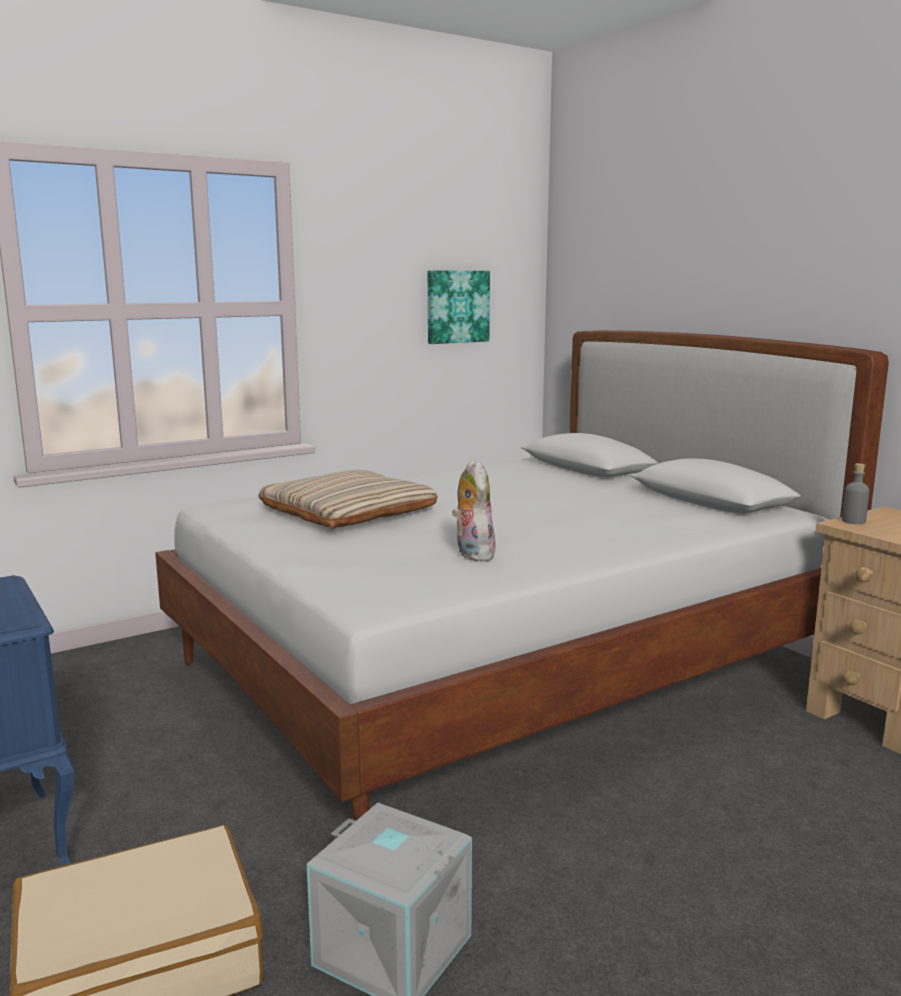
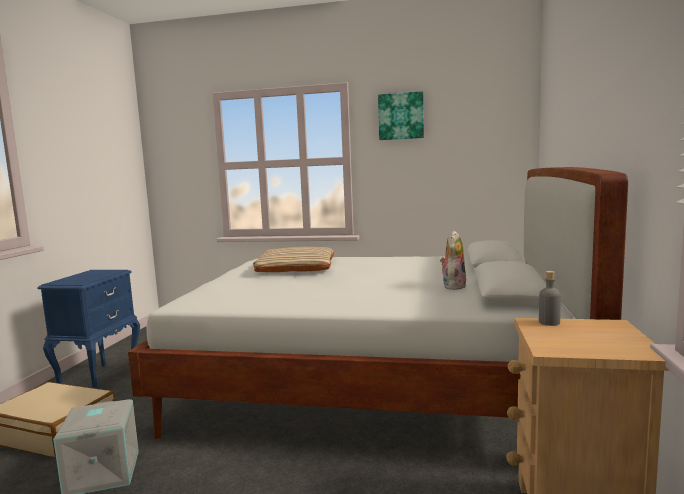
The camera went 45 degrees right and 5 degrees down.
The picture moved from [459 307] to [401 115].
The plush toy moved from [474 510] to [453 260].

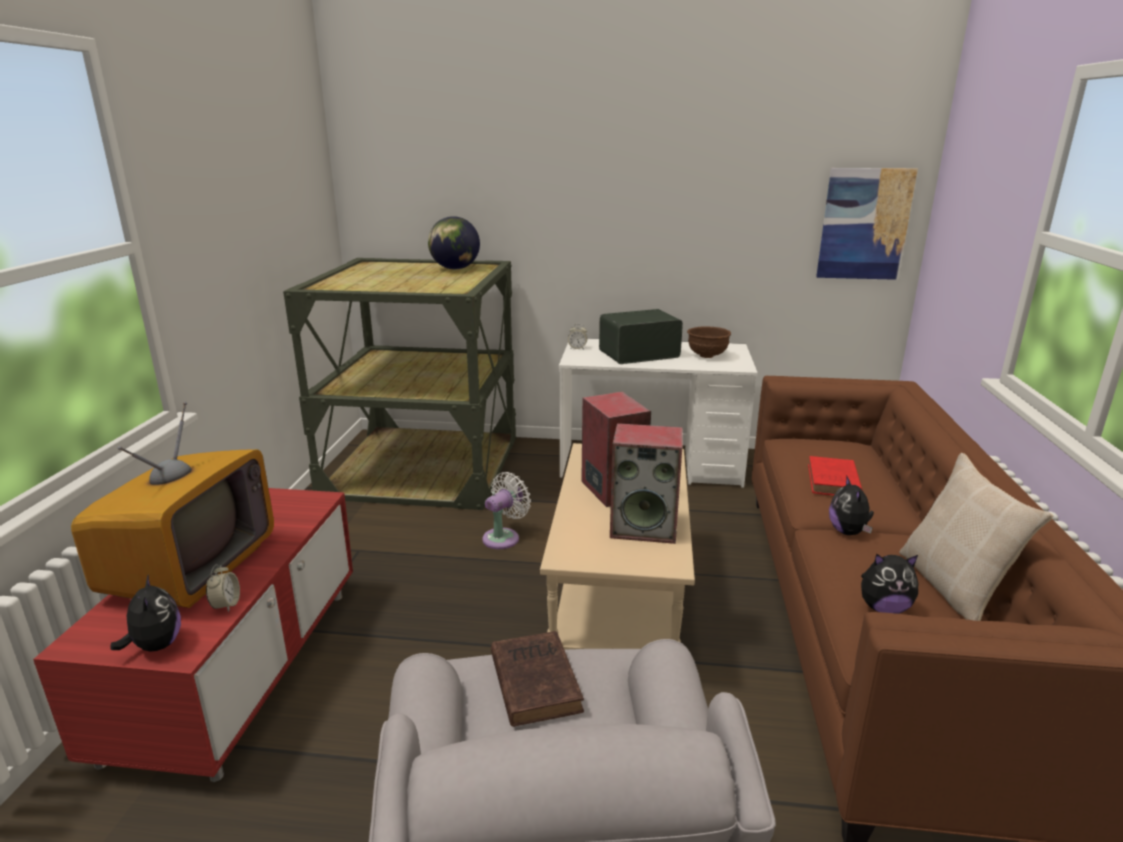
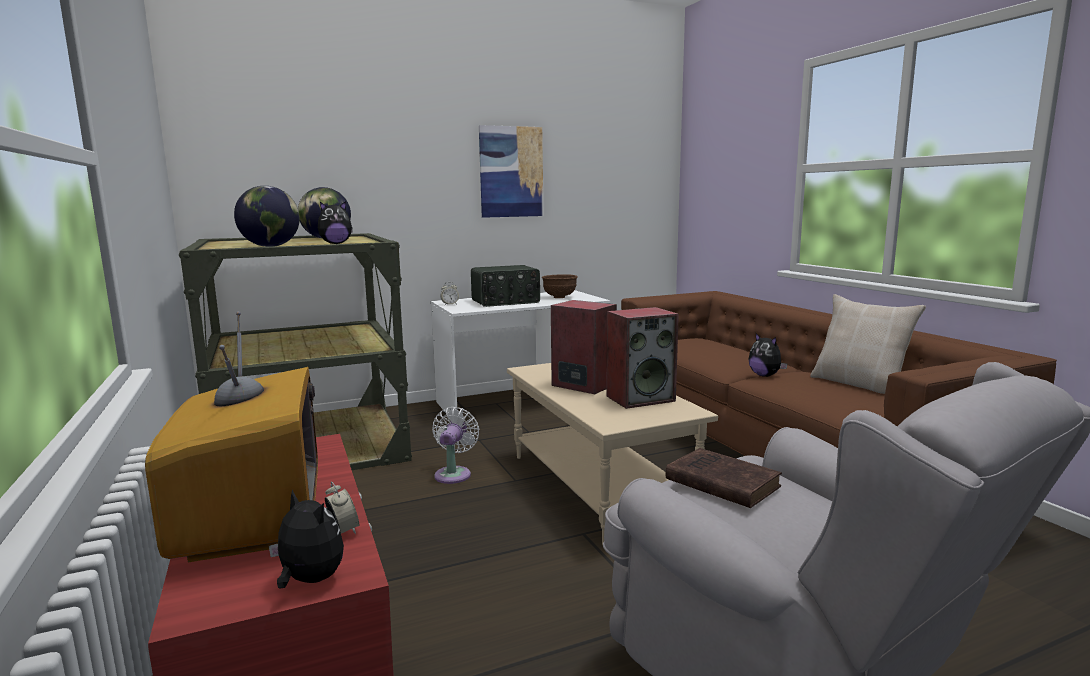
The camera went 30 degrees left and 10 degrees down.
The radio at [641 336] turned 150 degrees counterclockwise.
The red book at [835 476] disappeared.
The picture moved from [867 224] to [511 171].
The plush toy moved from [889 584] to [335 222].
The globe at [267 216] appeared.

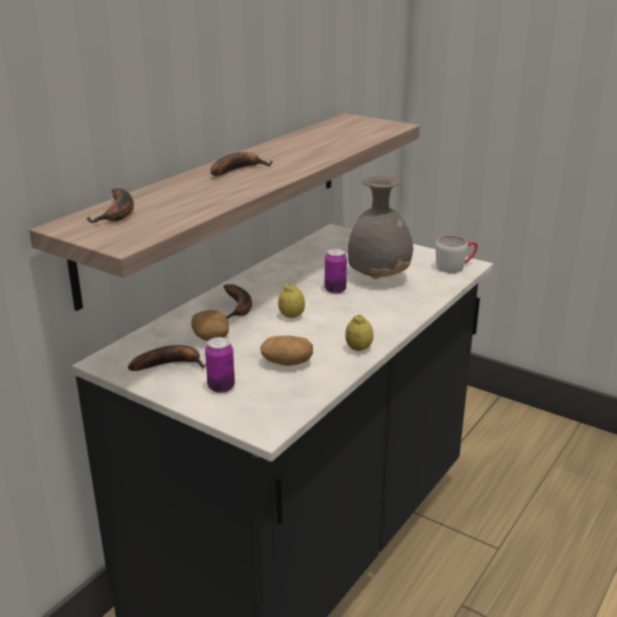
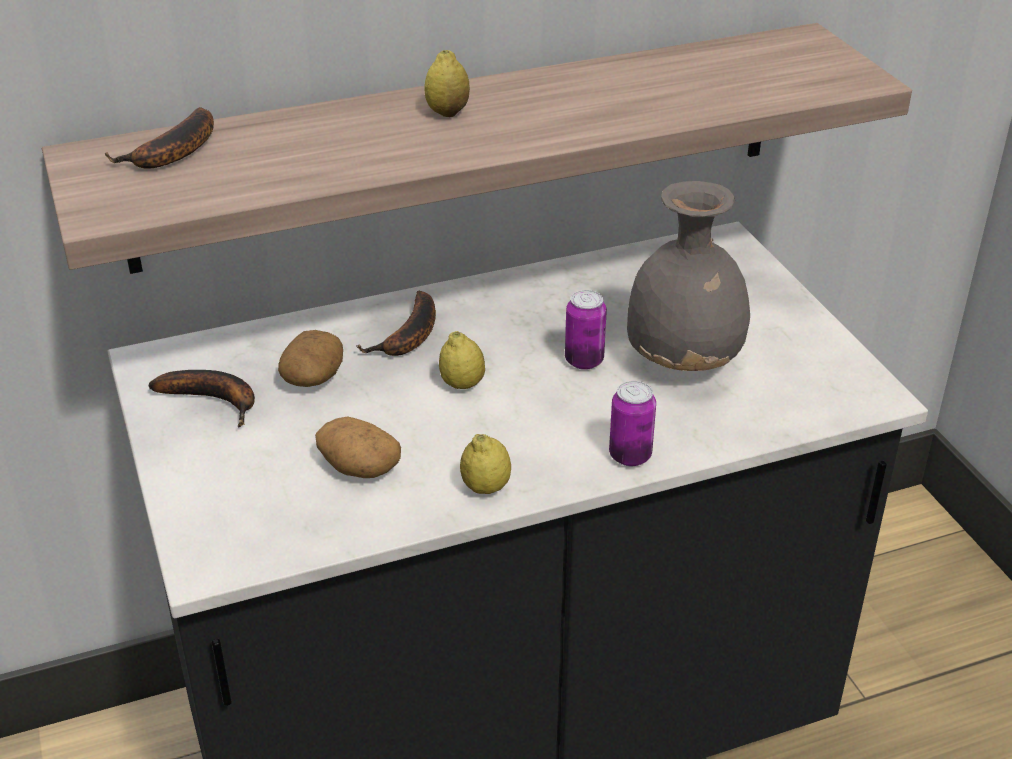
The camera went 35 degrees right and 10 degrees up.
The can moved from [220 365] to [632 423].
The banana at [241 164] was replaced by the lemon at [447 83].
The grey mug at [457 254] disappeared.

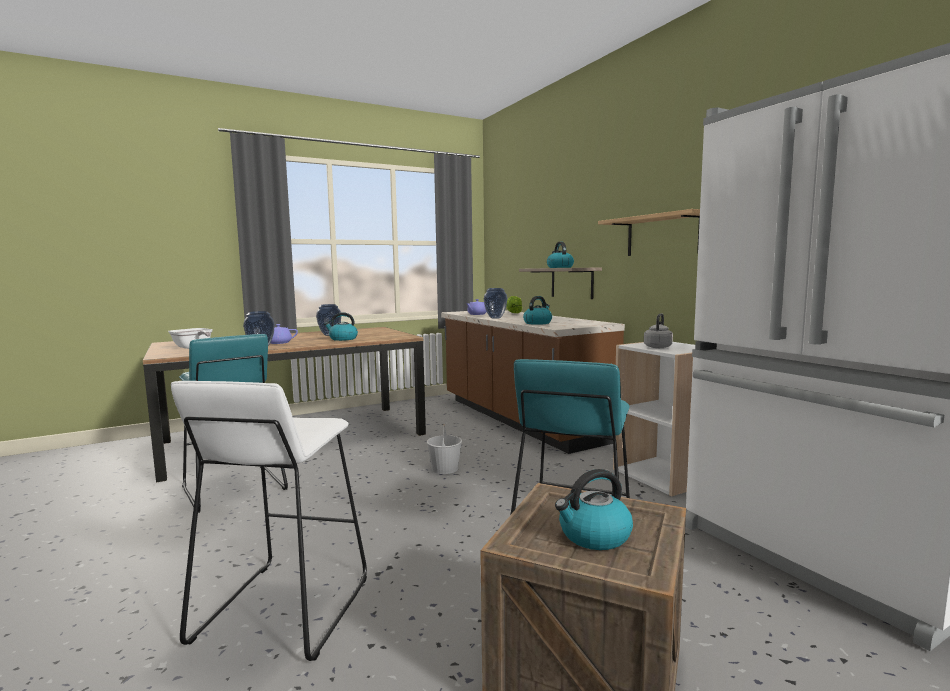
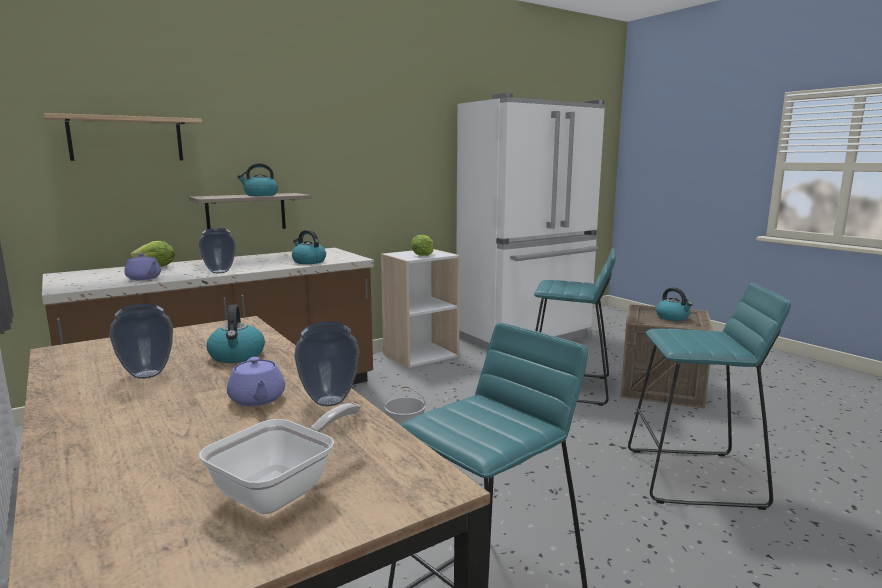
The camera went 95 degrees left and 5 degrees up.
The white stool at [269 521] became the turquoise stool at [709 396].
The shelf moved from [649 232] to [123 137].
The grey kettle at [658 330] was replaced by the lettuce at [422 245].

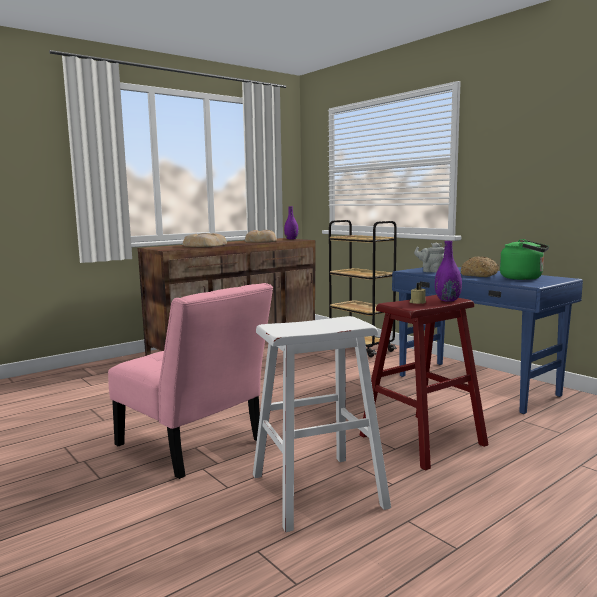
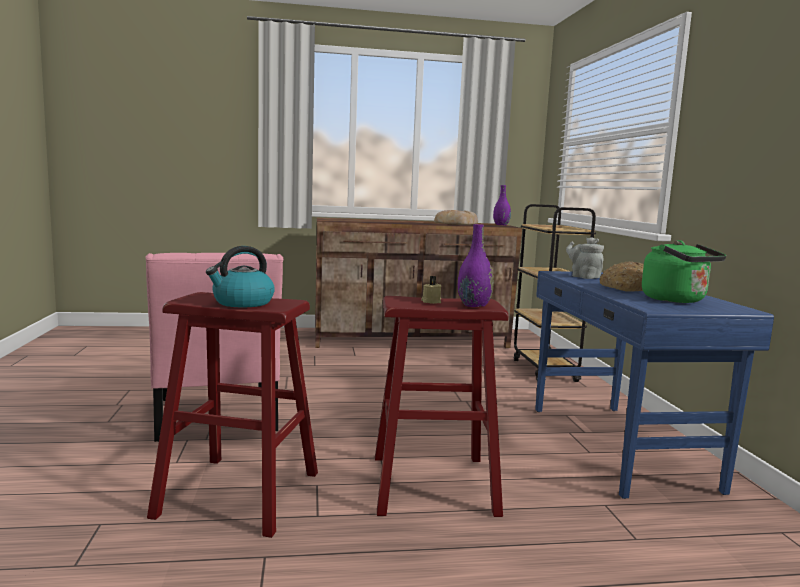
The camera went 30 degrees right and 0 degrees up.
The bread at [205 240] disappeared.
The white stool at [322 424] became the red stool at [232 415].
The kettle at [240 276] appeared.

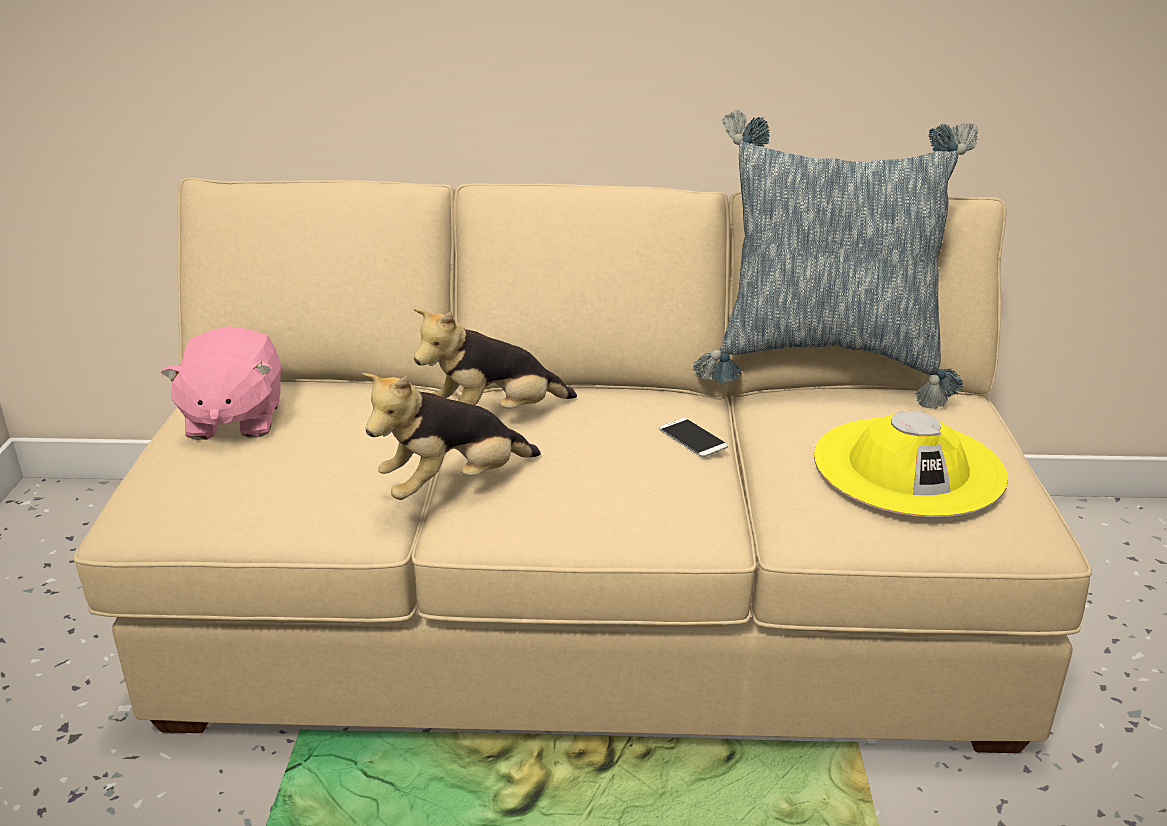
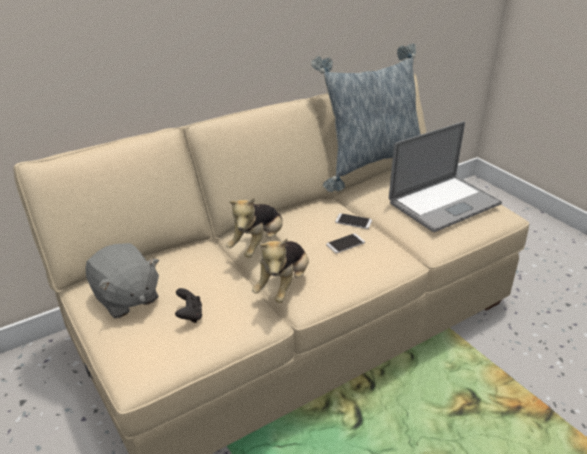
The camera went 35 degrees left and 5 degrees up.
The pink plush toy at [220 383] became the grey plush toy at [122 281].
The yellow hat at [911 464] was replaced by the laptop at [445 176].
The black game controller at [188 305] appeared.
The phone at [345 243] appeared.

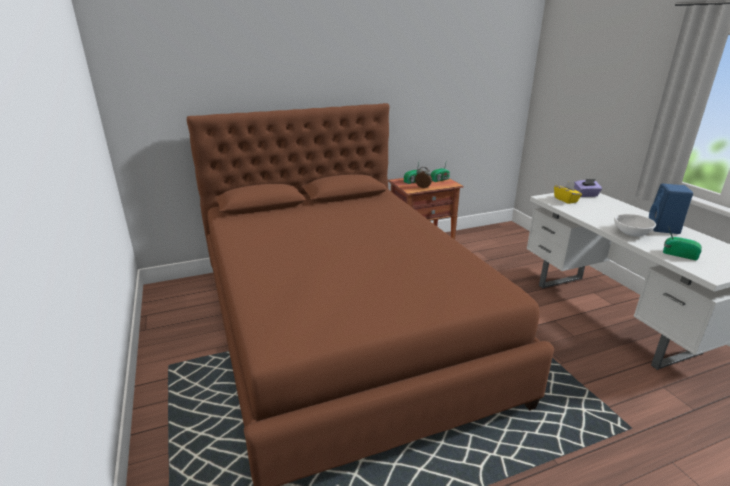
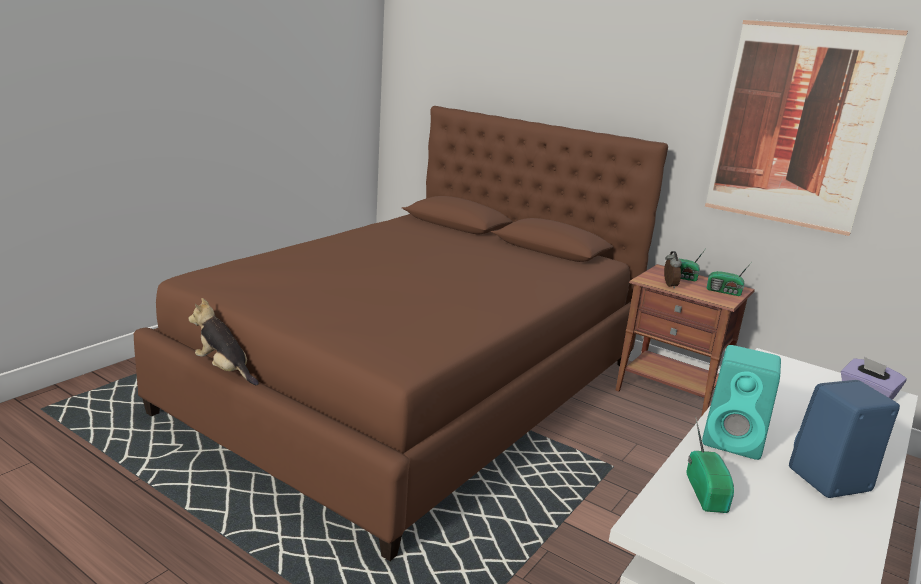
The camera went 55 degrees right and 5 degrees down.
The yellow tissue box at [568 192] disappeared.
The white bowl at [635 225] was replaced by the turquoise speaker at [741 402].
The plush toy at [223 341] appeared.
The picture at [806 128] appeared.

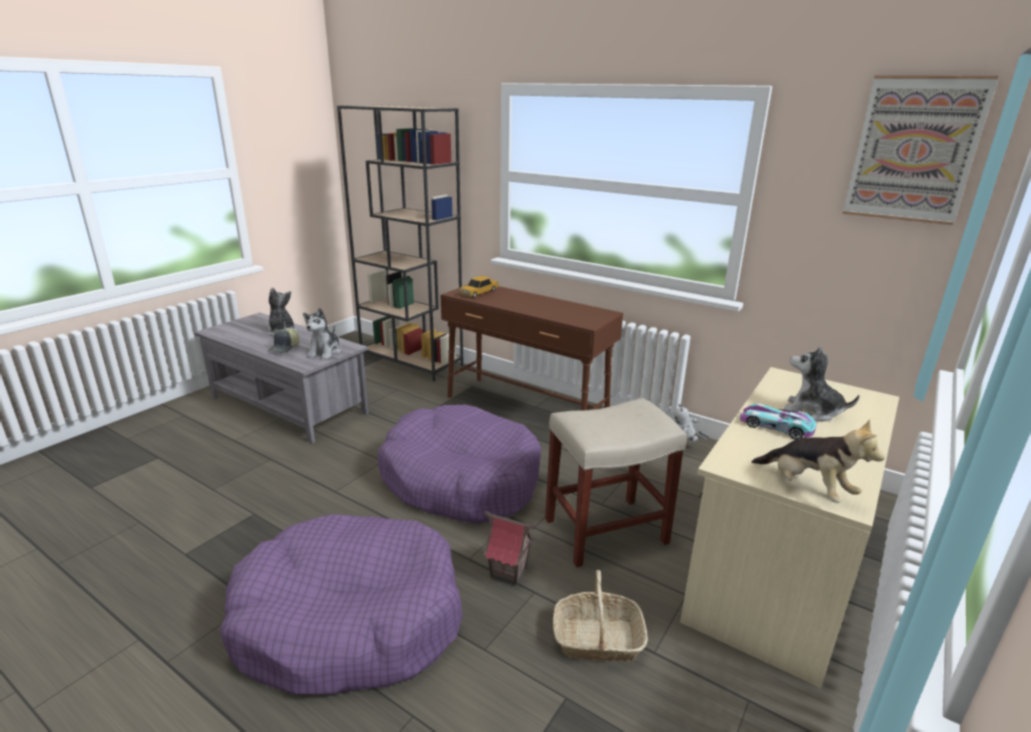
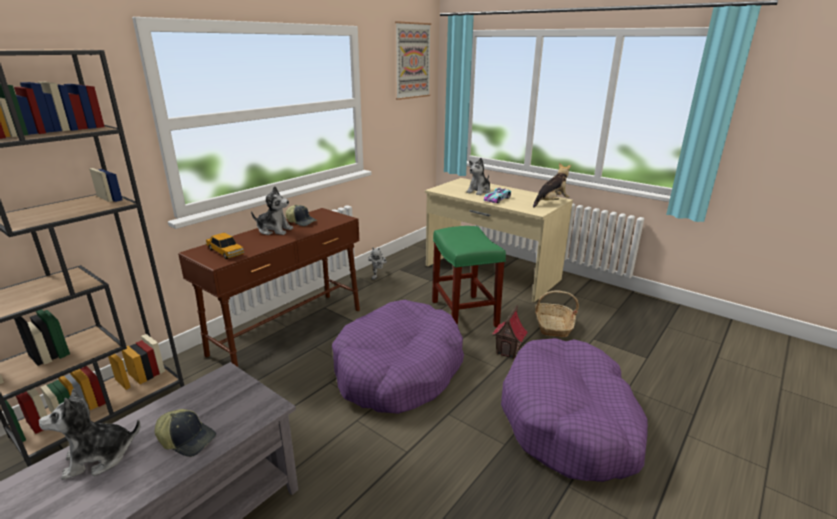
The camera went 85 degrees left and 0 degrees up.
The plush toy moved from [322 334] to [272 210].
The beige stool at [616 482] became the green stool at [469 276].
The cap at [301 215] appeared.

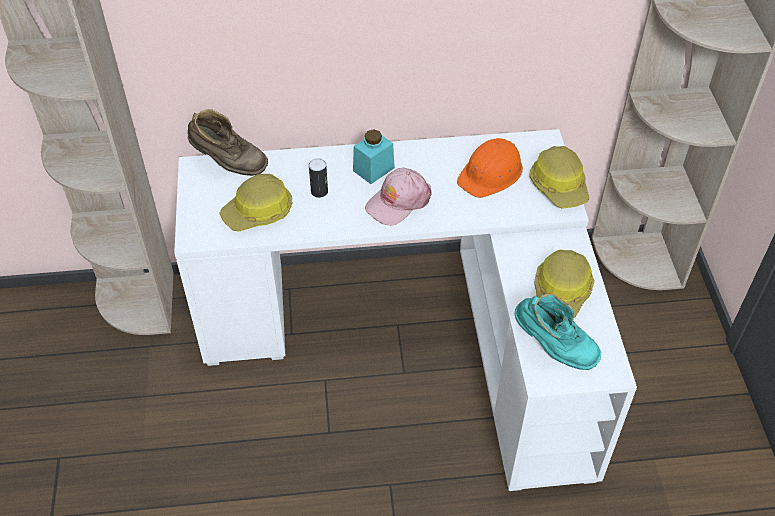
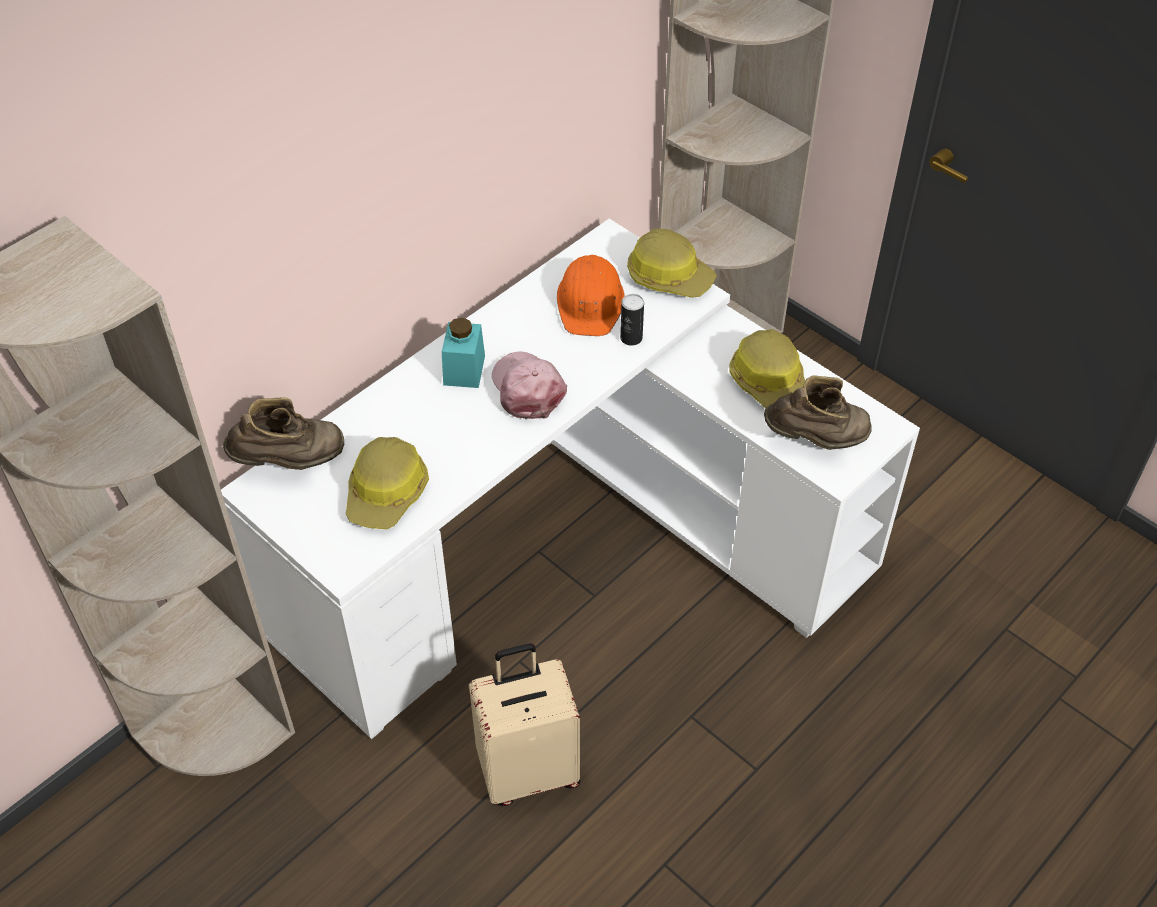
The camera went 40 degrees left and 0 degrees up.
The can moved from [318 178] to [632 320].
The pink cap at [398 197] turned 150 degrees clockwise.
The turquoise boot at [558 332] became the brown boot at [817 412].
The beige suitcase at [524 724] appeared.

